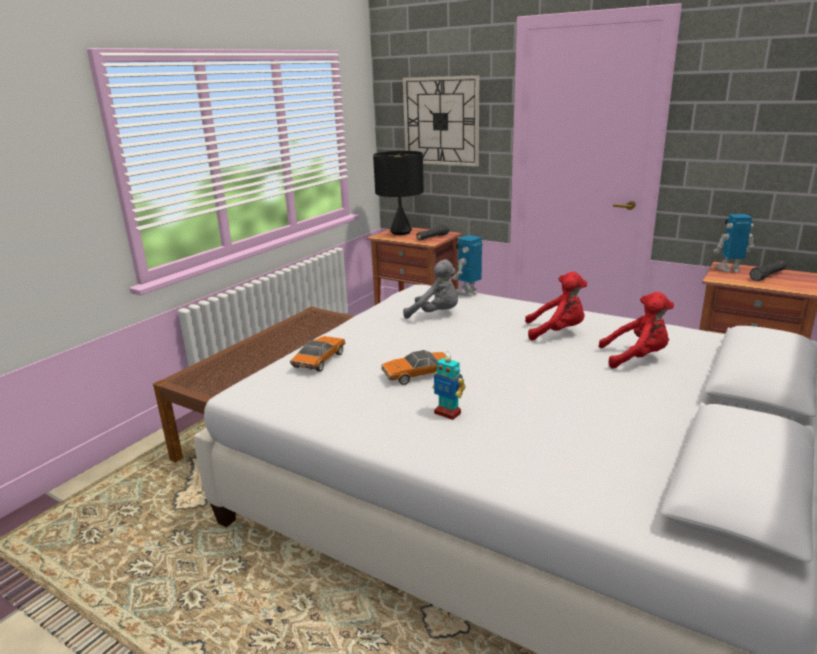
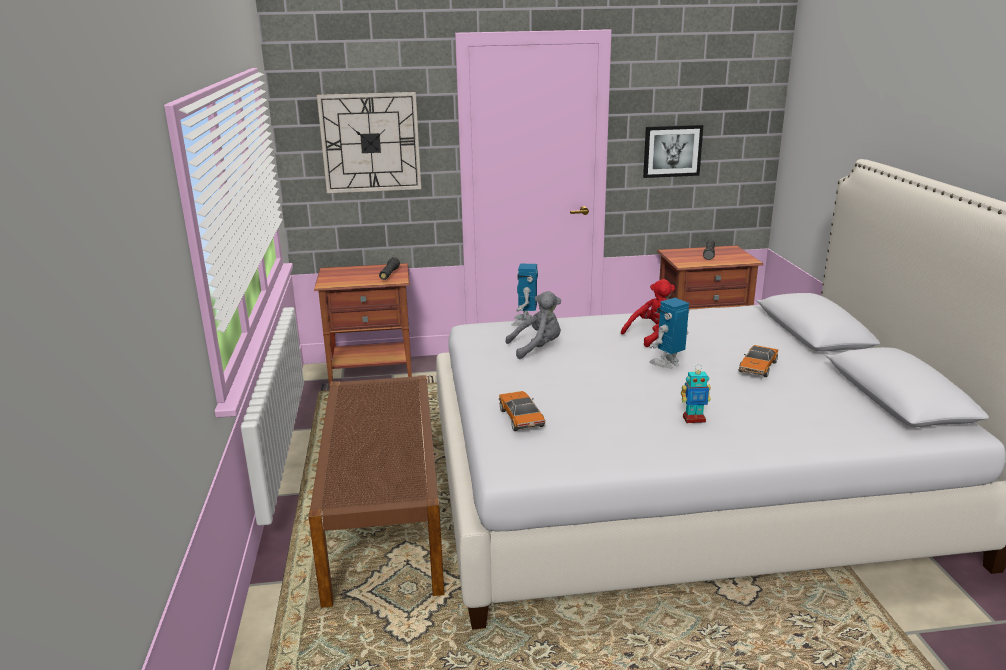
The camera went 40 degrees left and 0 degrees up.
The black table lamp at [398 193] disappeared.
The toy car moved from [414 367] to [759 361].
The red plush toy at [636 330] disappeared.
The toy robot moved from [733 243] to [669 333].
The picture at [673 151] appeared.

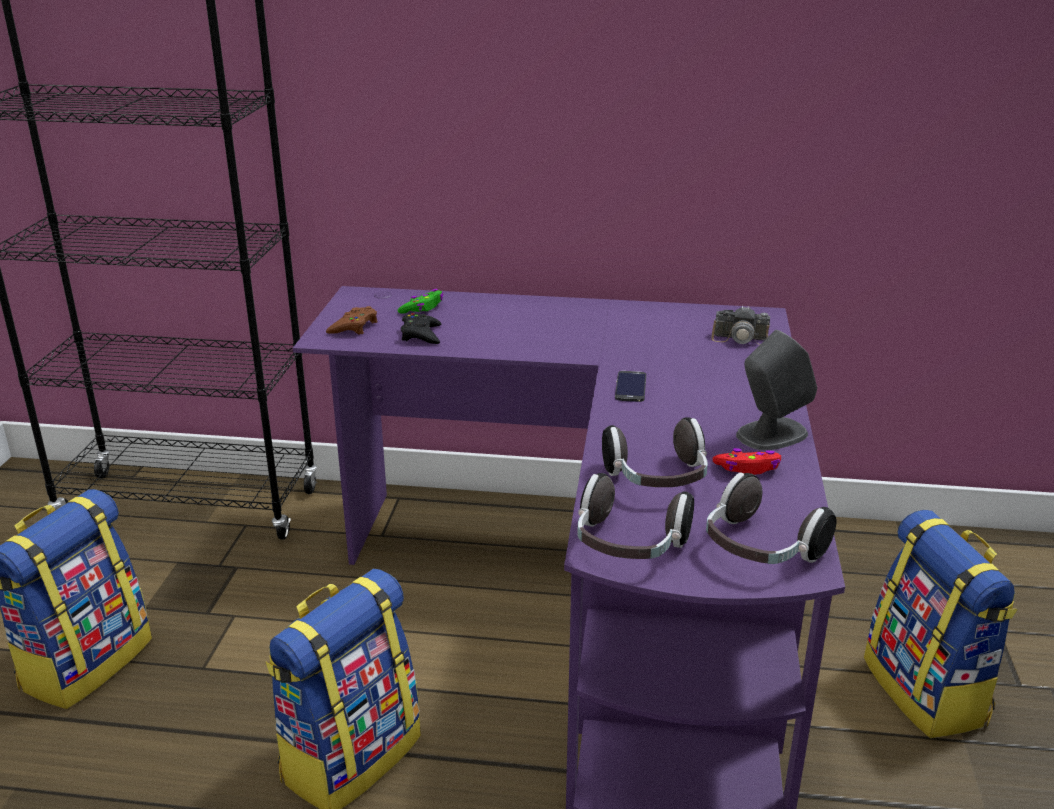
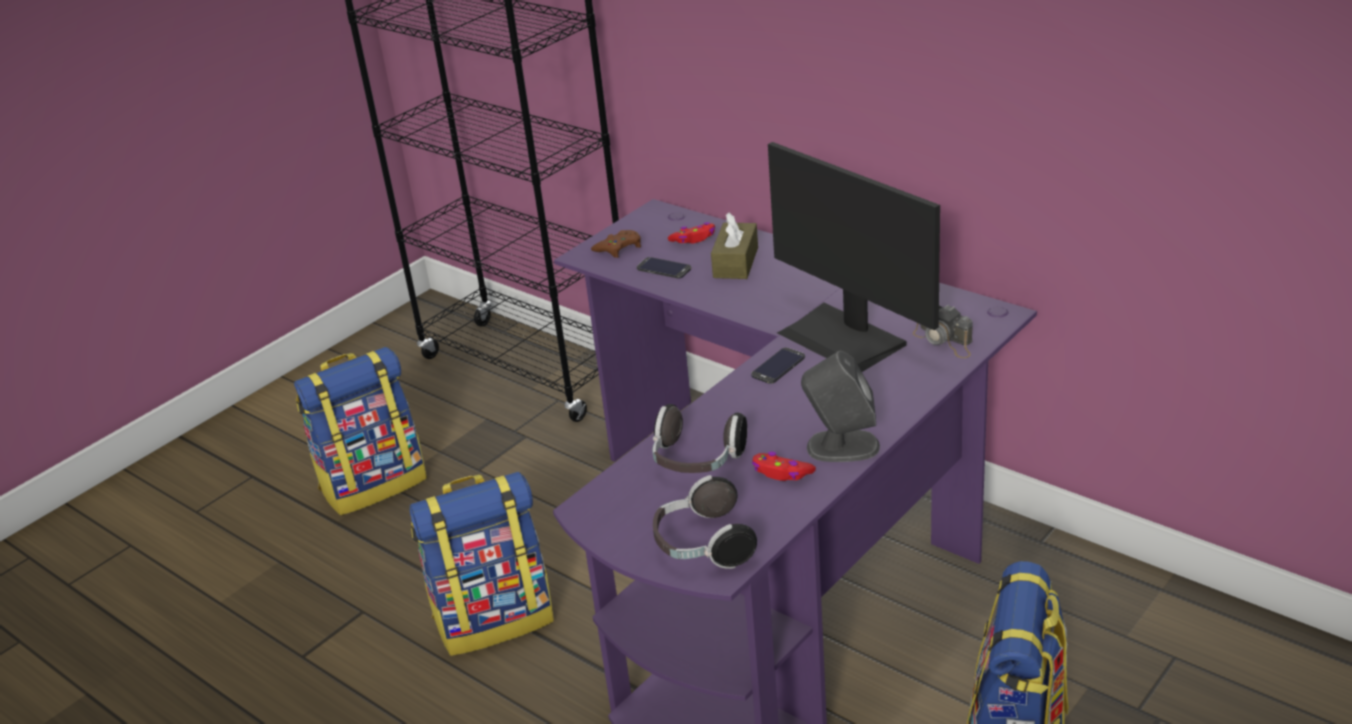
The camera went 35 degrees right and 5 degrees up.
The green game controller at [420 301] became the red game controller at [691 233].
The black game controller at [421 328] was replaced by the phone at [664 267].
The headphones at [635 516] disappeared.
The brown tissue box at [734 245] appeared.
The monitor at [854 257] appeared.

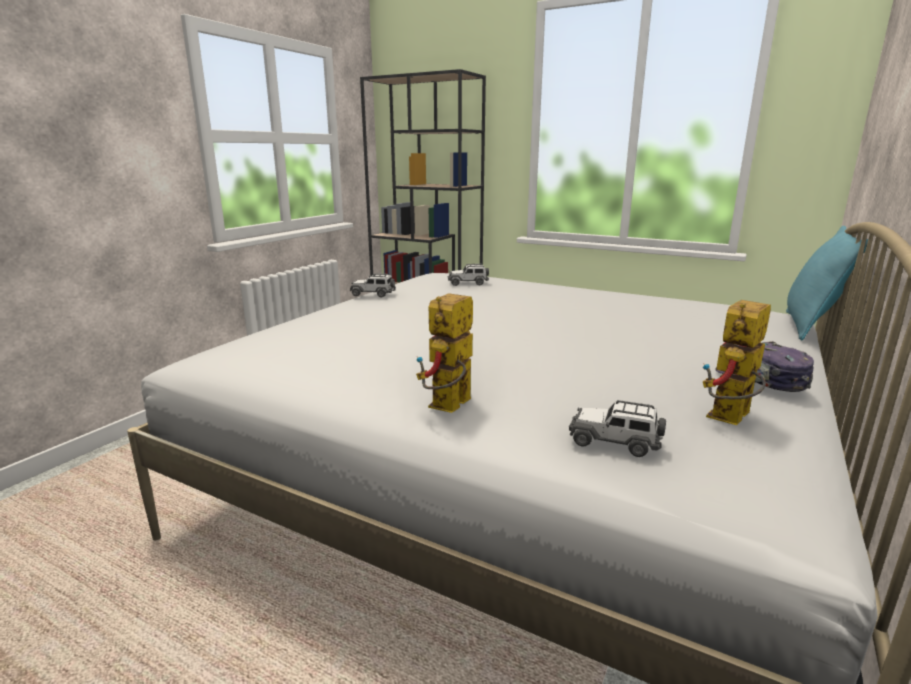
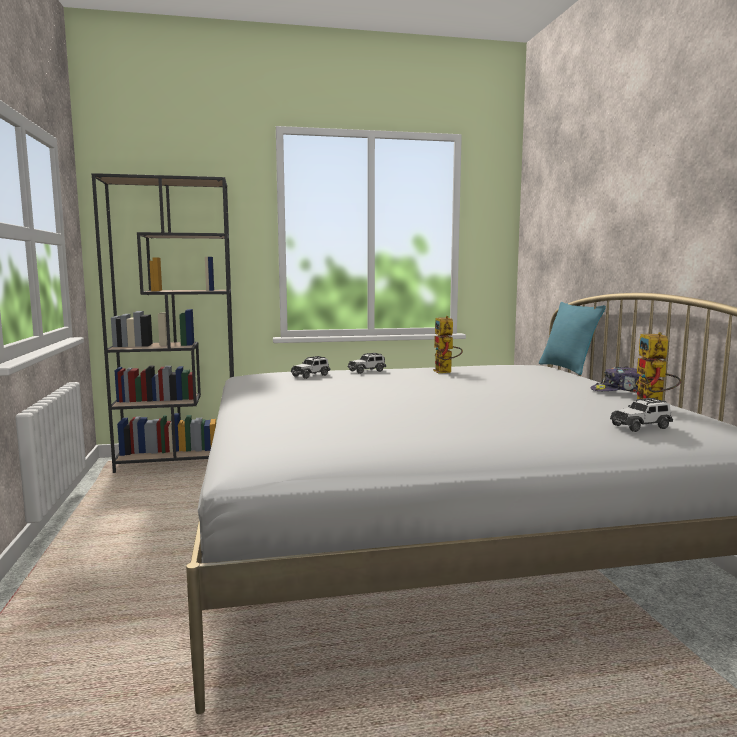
The camera went 40 degrees left and 10 degrees down.
The toy car moved from [373 285] to [367 363].
The toy robot moved from [444 353] to [448 344].

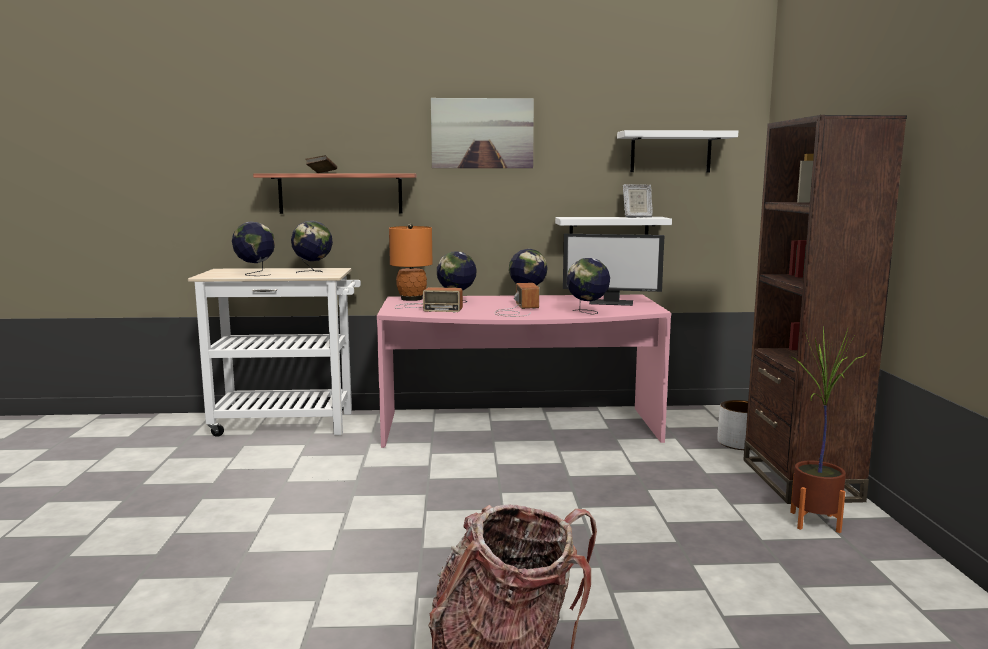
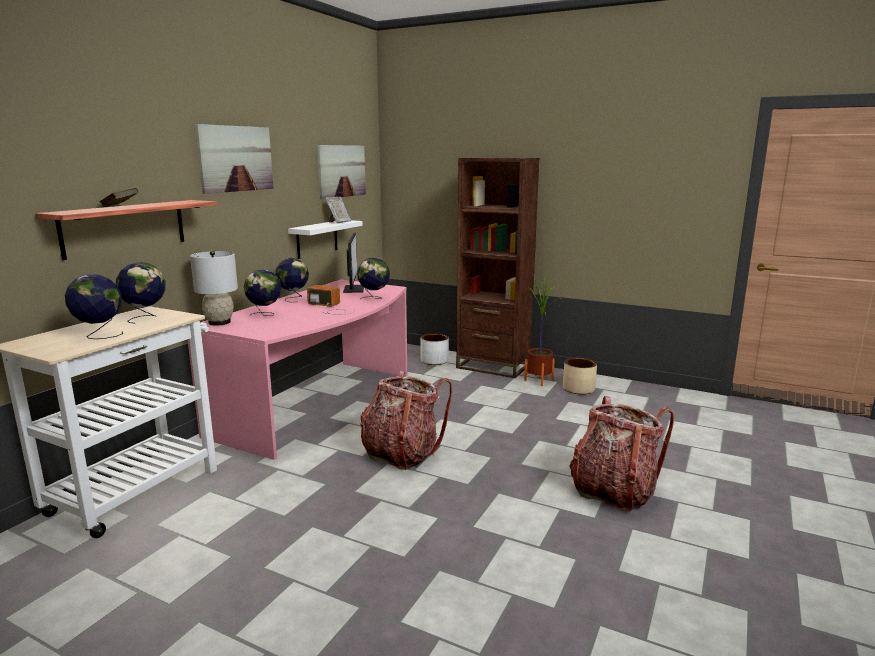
The camera went 60 degrees left and 5 degrees up.
The orange table lamp at [410 262] became the white table lamp at [214 288].
The radio at [429 300] disappeared.
The monitor at [614 270] turned 45 degrees counterclockwise.
The white shelf at [677 151] was replaced by the picture at [341 172].
The backpack at [406 420] appeared.
The beige planter at [580 376] appeared.

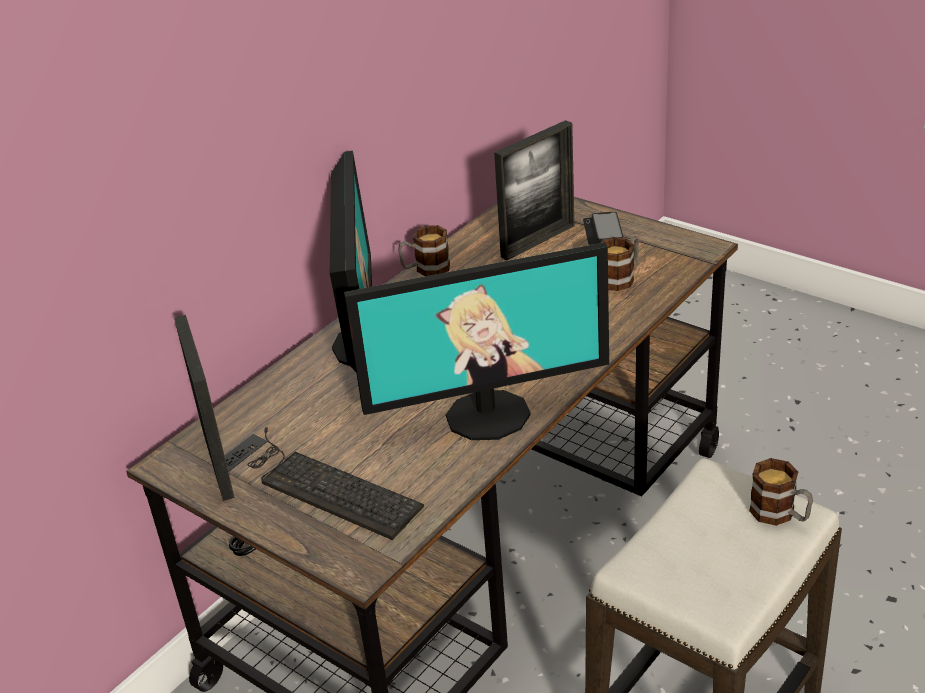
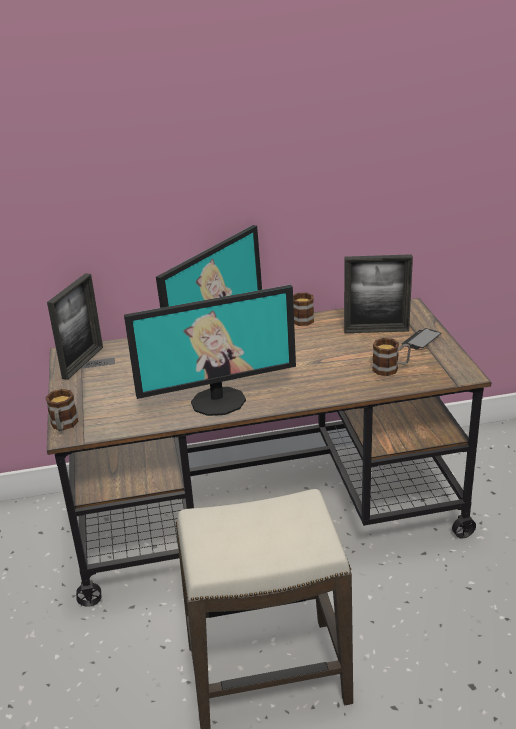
The camera went 40 degrees right and 5 degrees down.
The keyboard at [335 483] disappeared.
The monitor at [476 341] turned 45 degrees counterclockwise.
The mug moved from [781 492] to [62 410].

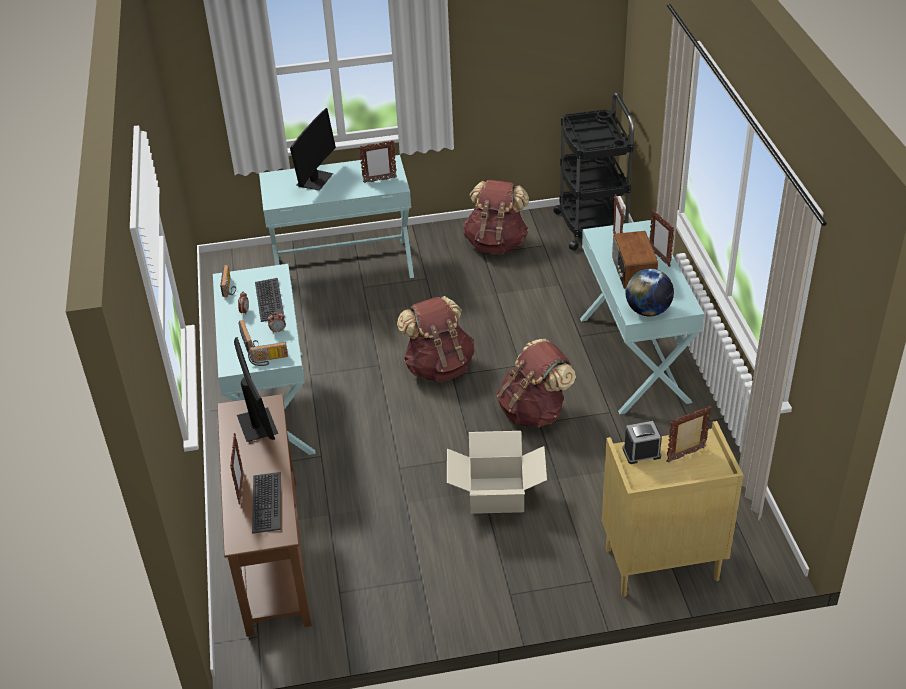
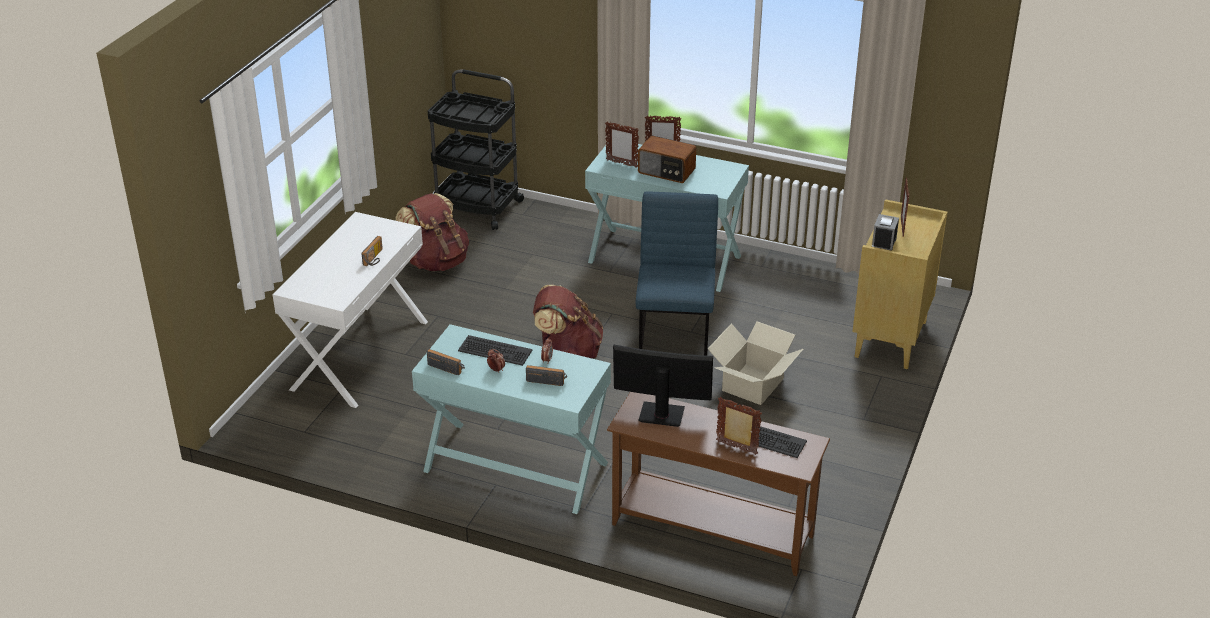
The camera went 60 degrees left and 5 degrees down.
The radio moved from [268 354] to [372 251].
The turquoise desk at [336 216] became the white desk at [350 310].
The monitor at [313 149] disappeared.
The picture frame at [378 161] disappeared.
The brown backpack at [536 383] was replaced by the blue chair at [677 273].
The globe at [650 292] disappeared.

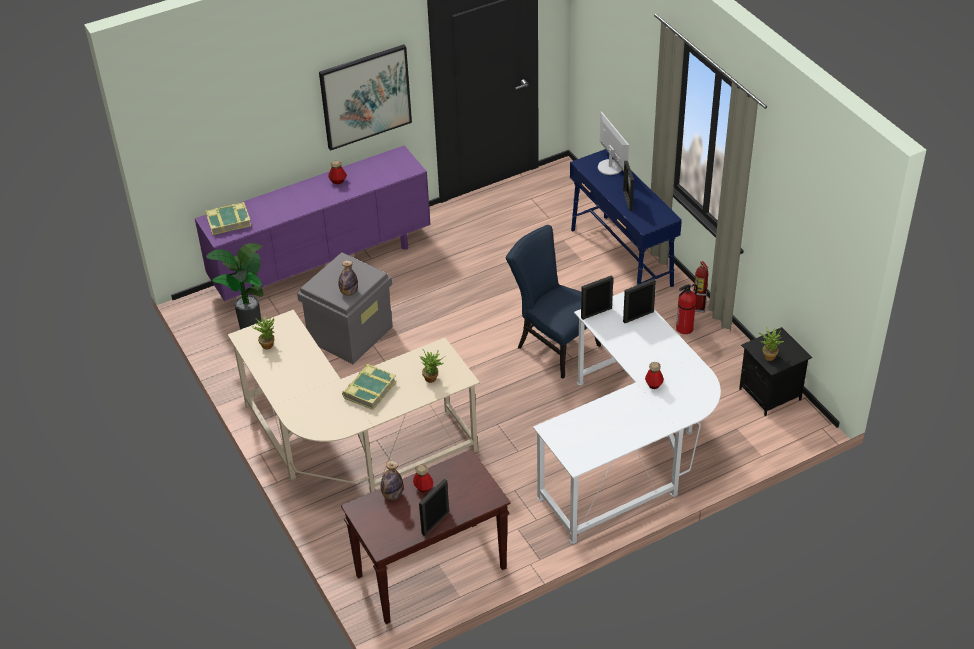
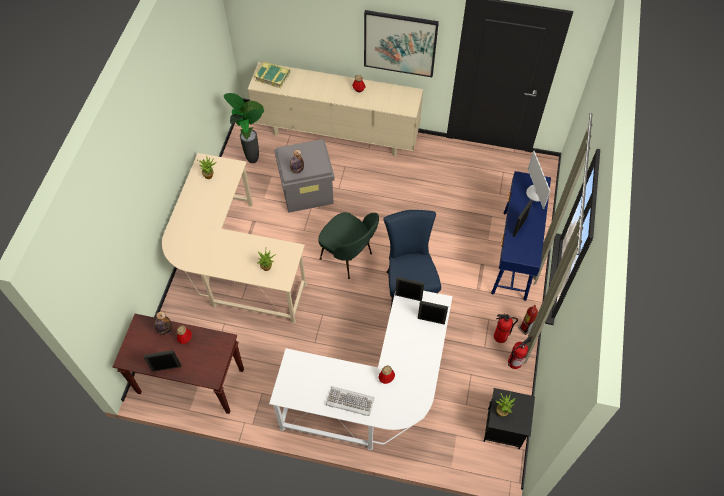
The camera went 40 degrees right and 15 degrees up.
The purple cabinet at [312 223] became the beige cabinet at [335 109].
The book at [369 387] disappeared.
The monitor at [613 143] turned 150 degrees clockwise.
The green chair at [348 245] appeared.
The keyboard at [350 401] appeared.
The fire extinguisher at [520 352] appeared.

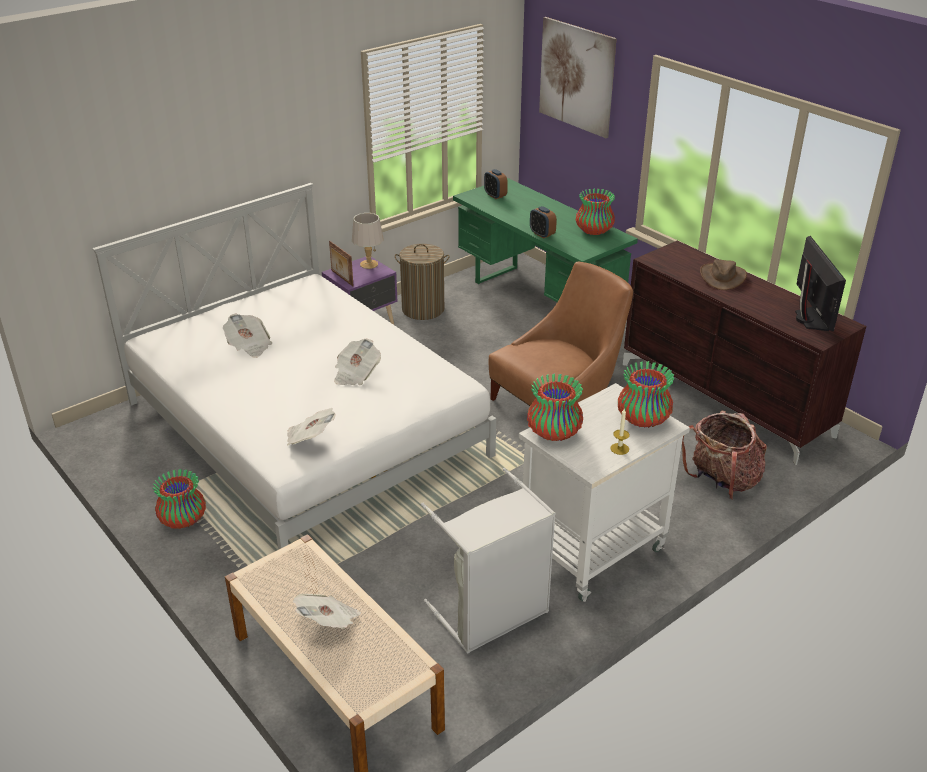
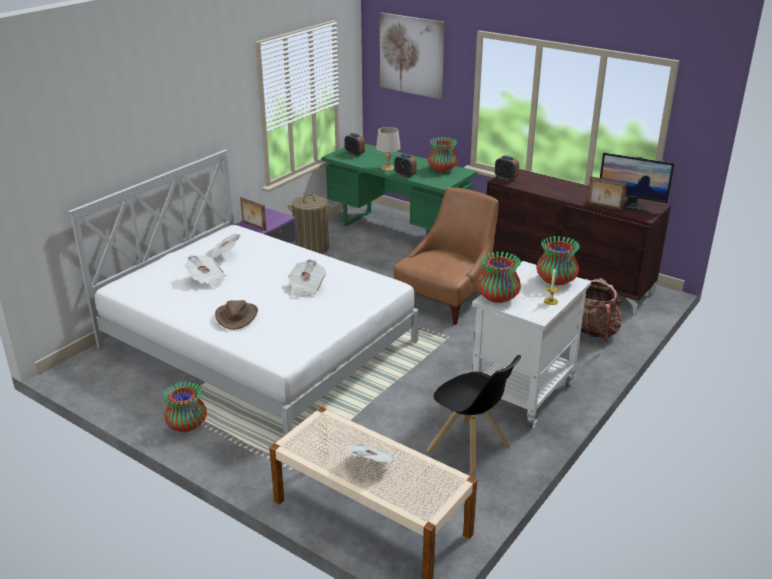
The camera went 15 degrees left and 5 degrees down.
The newspaper moved from [311 427] to [223 246].
The grey table lamp moved from [368 241] to [388 149].
The grey laundry basket at [488 560] was replaced by the black chair at [473 416].
The brown hat moved from [723 274] to [236 315].
The monitor at [820 283] turned 135 degrees clockwise.
The alarm clock at [507 168] appeared.
The picture frame at [607 193] appeared.

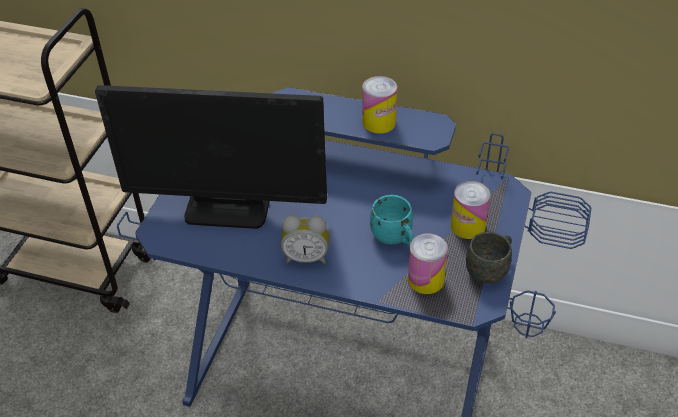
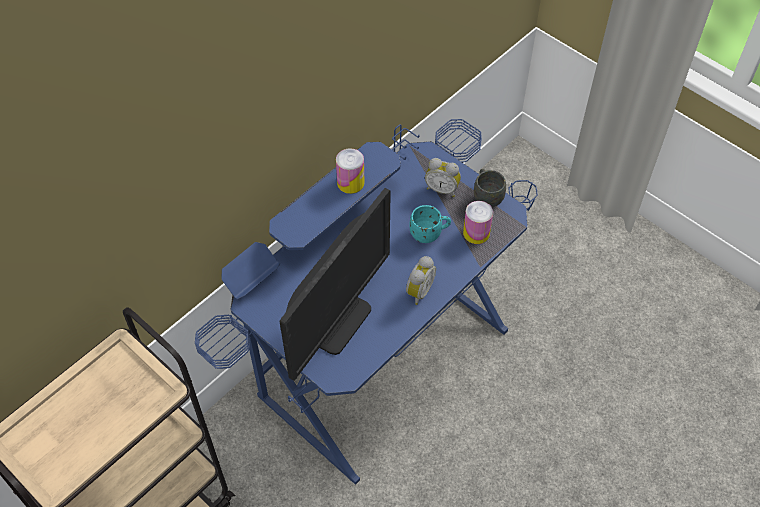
The camera went 65 degrees left and 10 degrees up.
The can at [470 210] was replaced by the alarm clock at [443 177].

